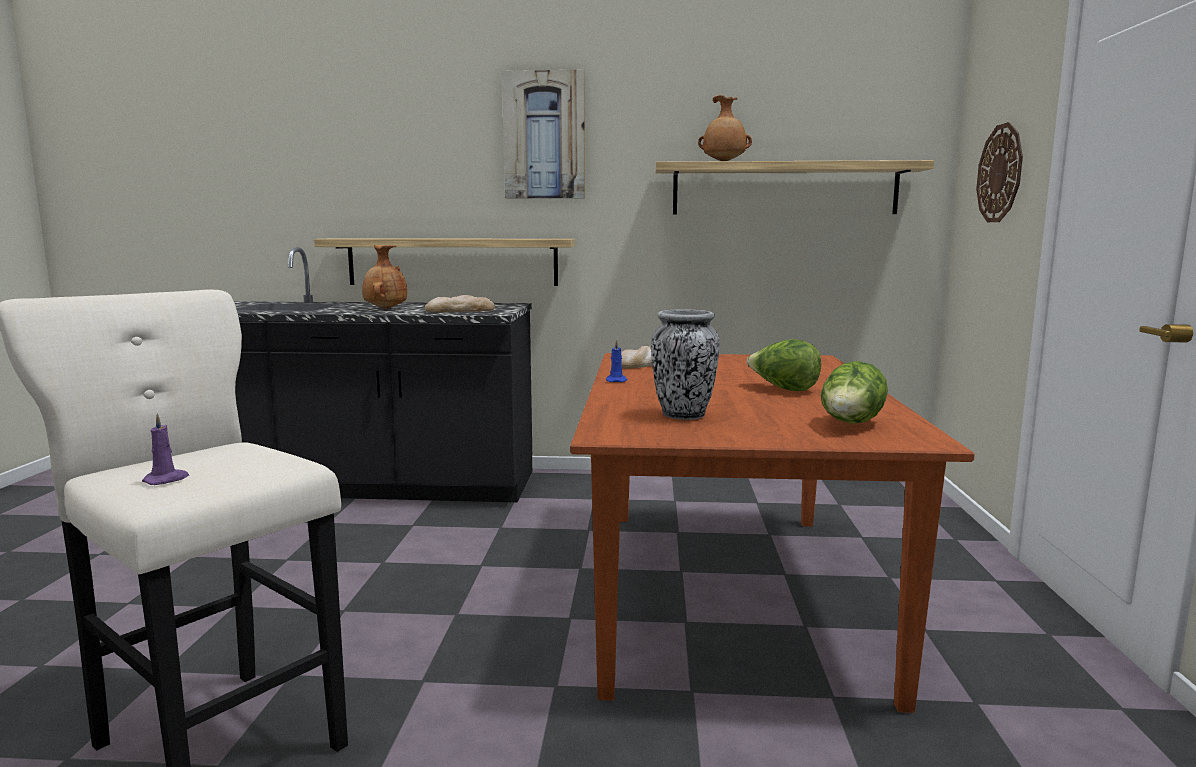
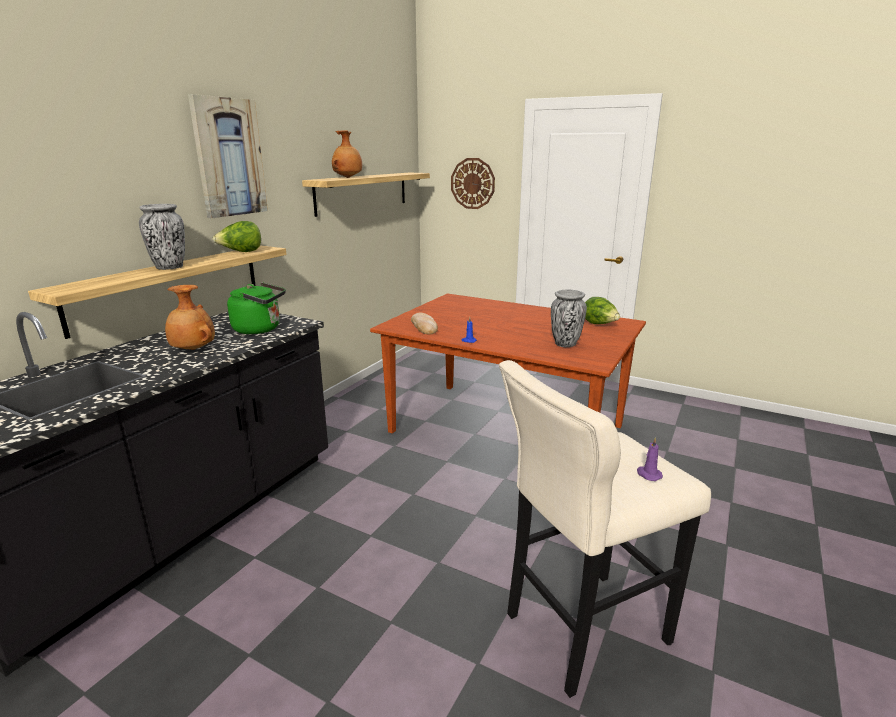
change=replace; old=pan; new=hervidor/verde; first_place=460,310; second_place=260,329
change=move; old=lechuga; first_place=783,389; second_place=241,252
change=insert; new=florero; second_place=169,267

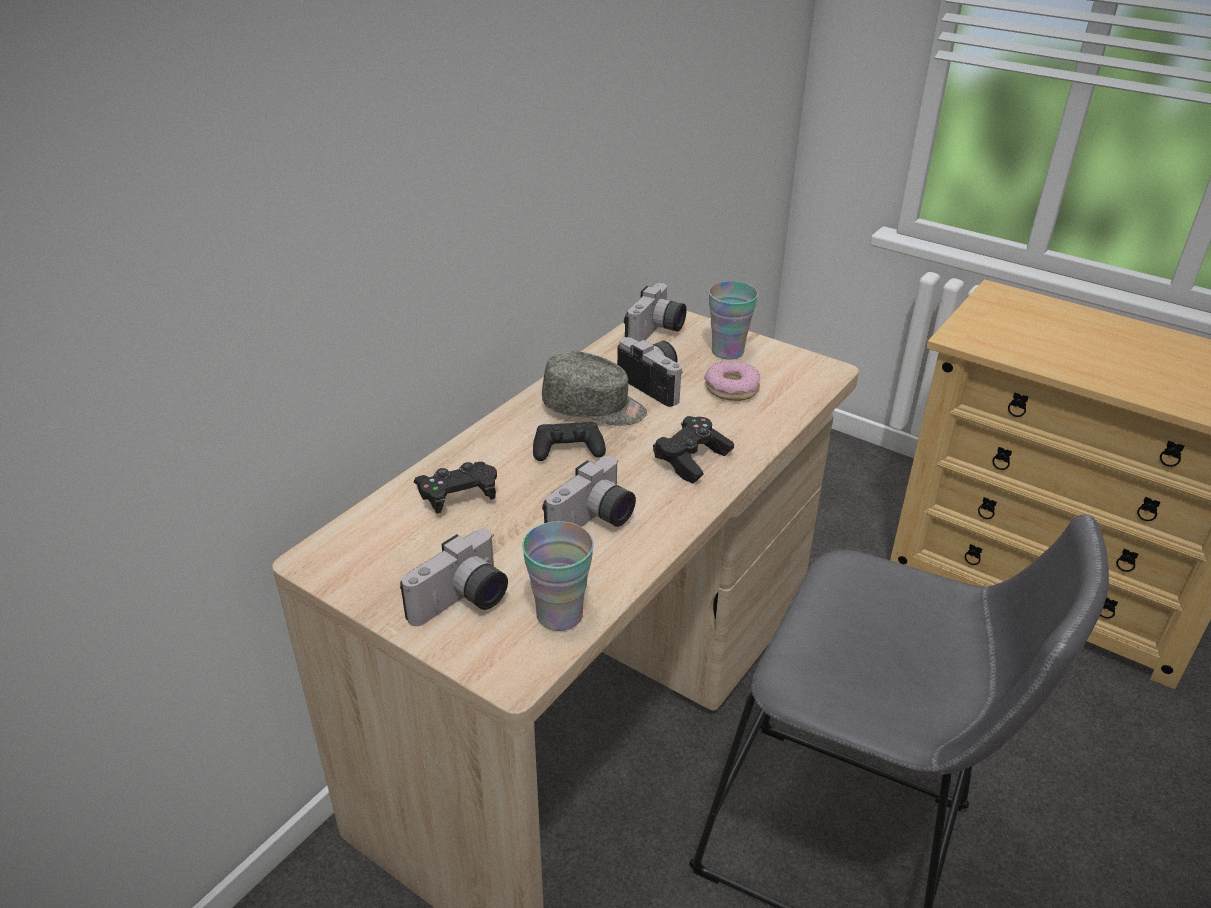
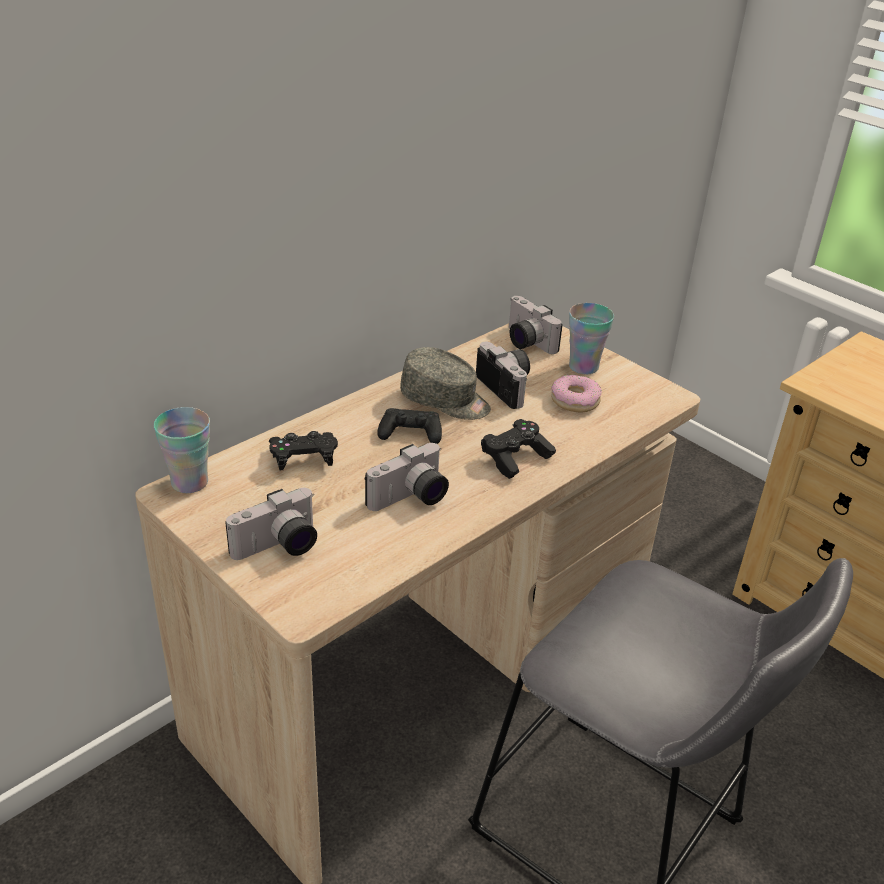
change=move; old=taza; first_place=559,615; second_place=189,482
change=rotate; old=cámara; first_place=657,333; second_place=525,341; degrees=105

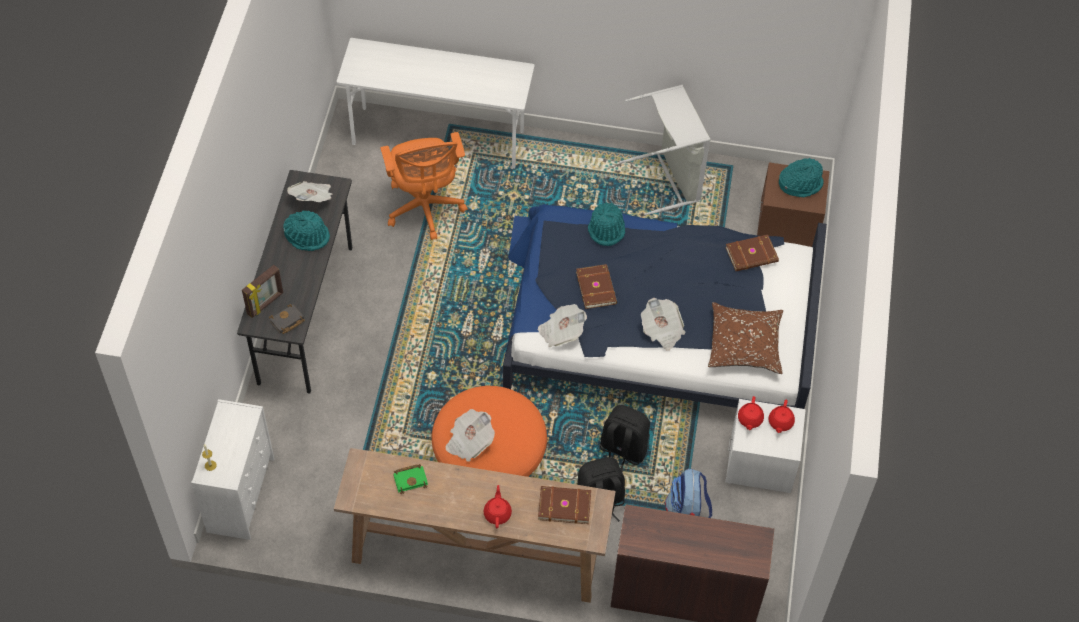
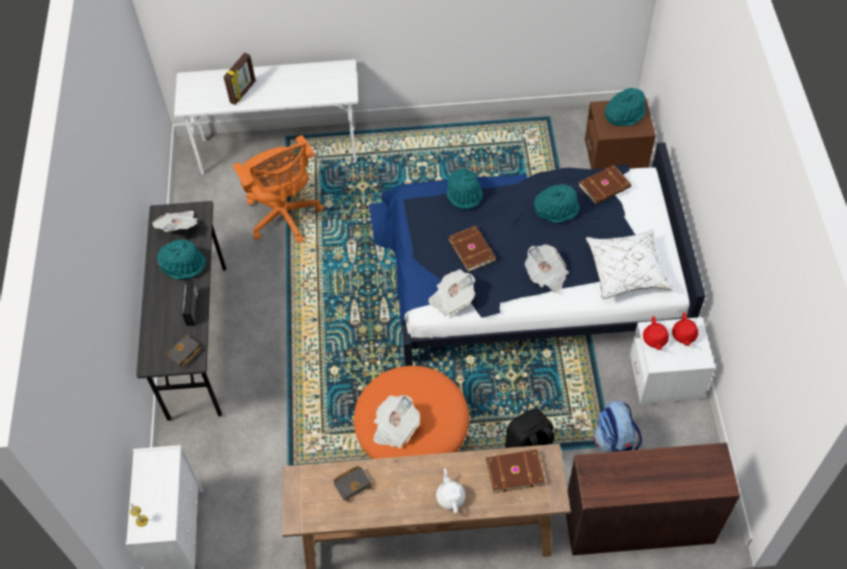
change=move; old=portarretratos; first_place=265,304; second_place=243,92
change=recolor; old=libro/verde; new=libro/negro; first_place=411,479; second_place=353,483
change=recolor; old=tetera/rojo; new=tetera/blanco; first_place=497,513; second_place=450,497
change=delete; old=mochila/negro; first_place=622,450
change=delete; old=cesto de la ropa/gris; first_place=668,179
change=recolor; old=cojín/marrón; new=cojín/blanco; first_place=744,345; second_place=626,270
change=insert; new=radio; second_place=193,308
change=insert; new=sombrero/turquesa; second_place=556,209

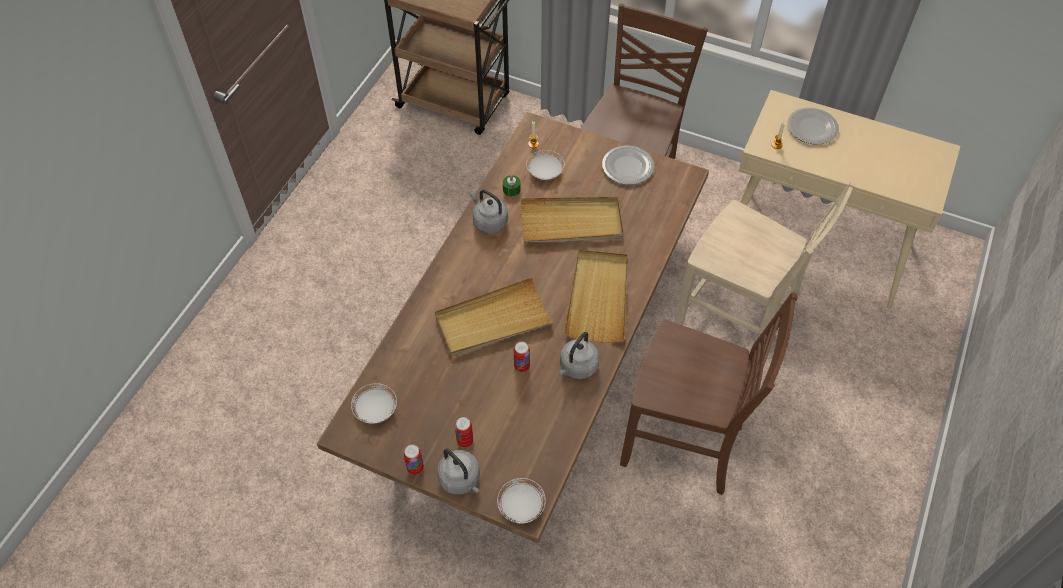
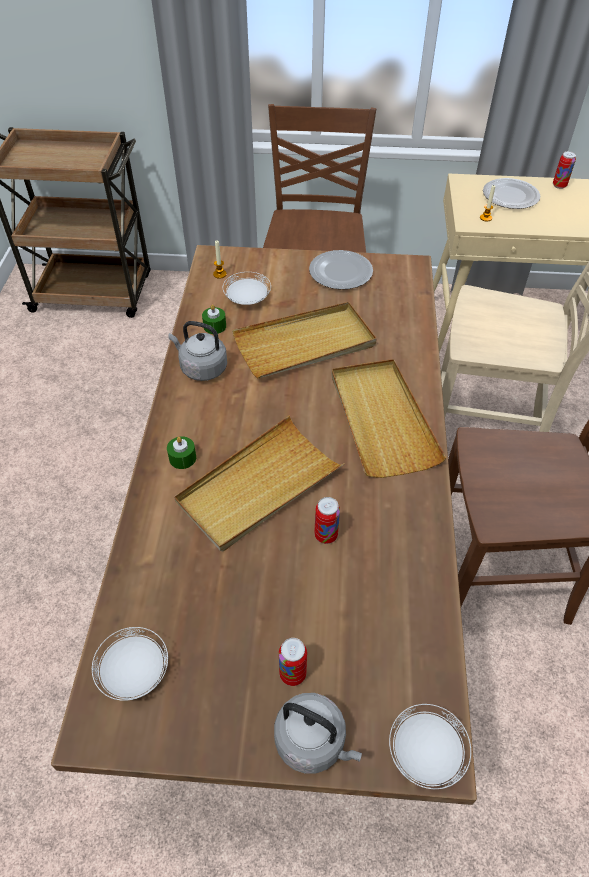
change=move; old=lata; first_place=415,468; second_place=559,185
change=delete; old=hervidor/gris; first_place=577,367
change=insert; new=vela/verde; second_place=182,458

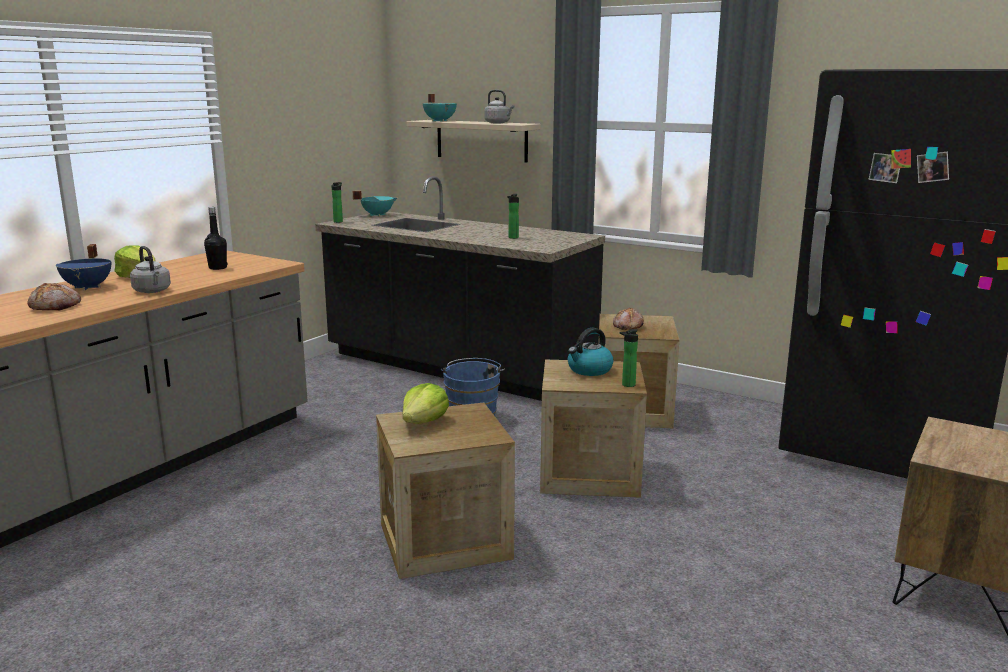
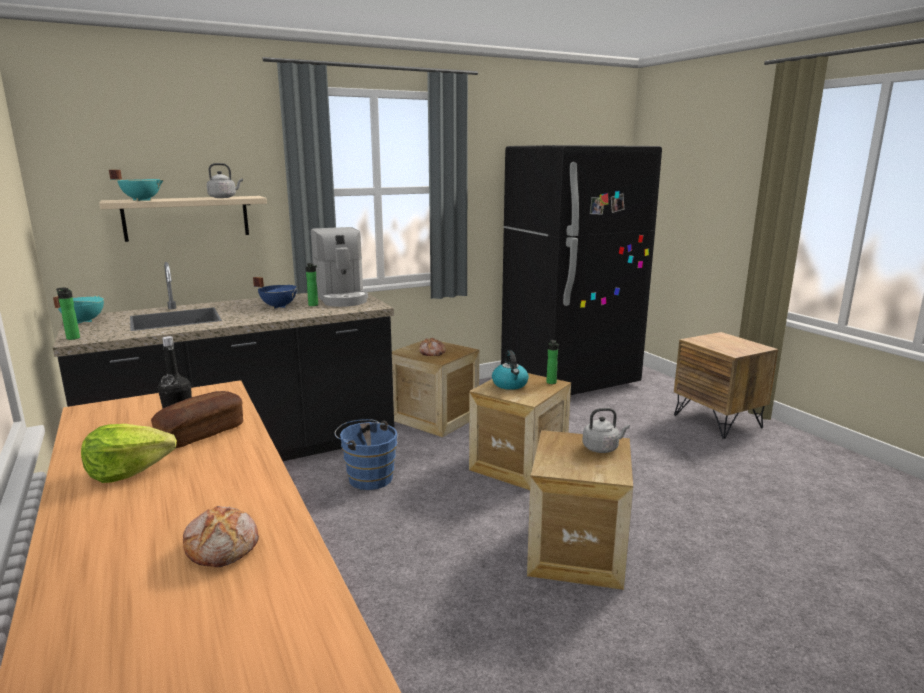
change=move; old=olla/azul; first_place=88,287; second_place=279,306
change=move; old=hervidor/gris; first_place=152,291; second_place=602,448
change=delete; old=lechuga; first_place=424,422
change=insert; new=pan; second_place=201,433
change=insert; new=cafetera; second_place=341,298

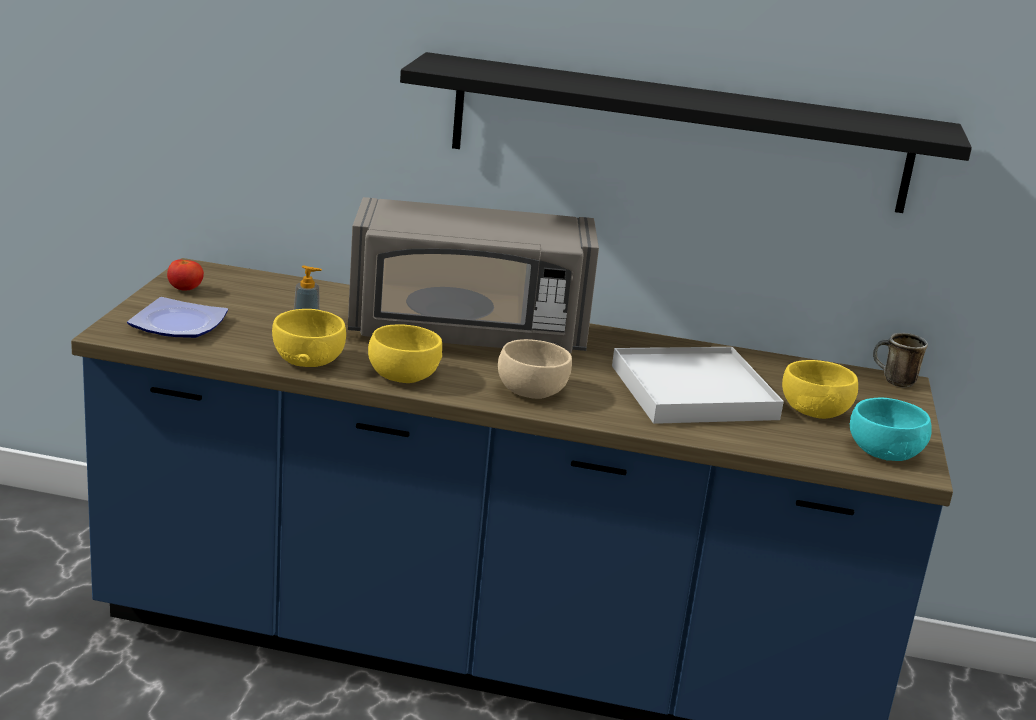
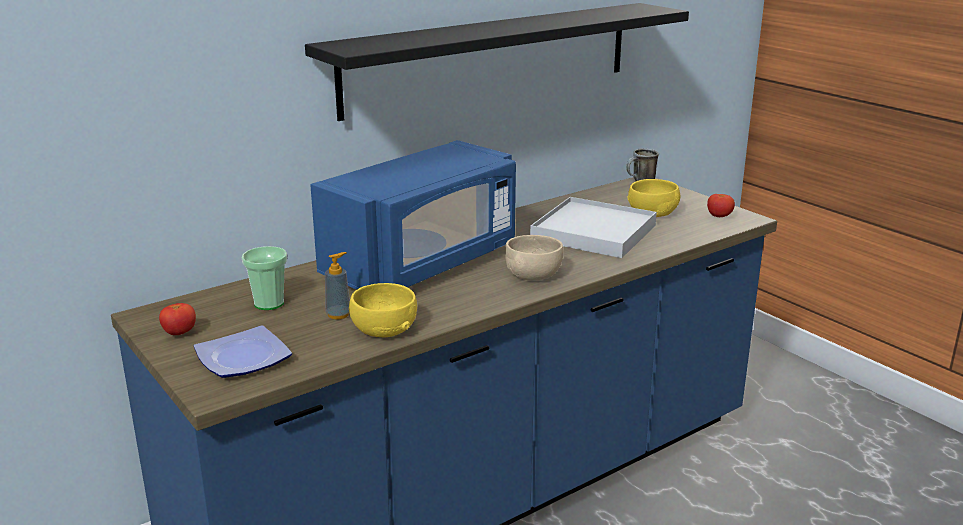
change=recolor; old=microondas/gris; new=microondas/azul; first_place=468,335; second_place=423,262
change=delete; old=cuenco/amarillo; first_place=403,375
change=replace; old=cuenco/turquesa; new=tomate; first_place=885,451; second_place=719,216
change=insert; new=taza; second_place=269,303

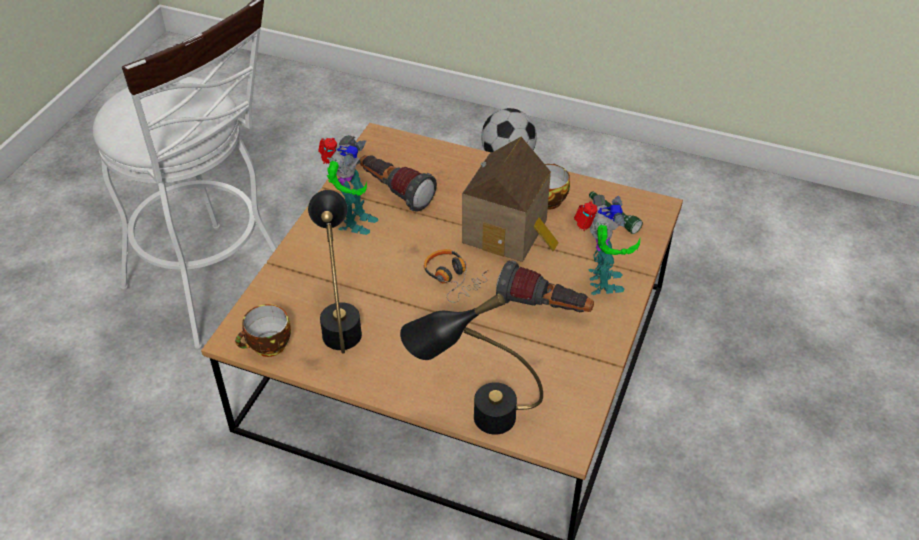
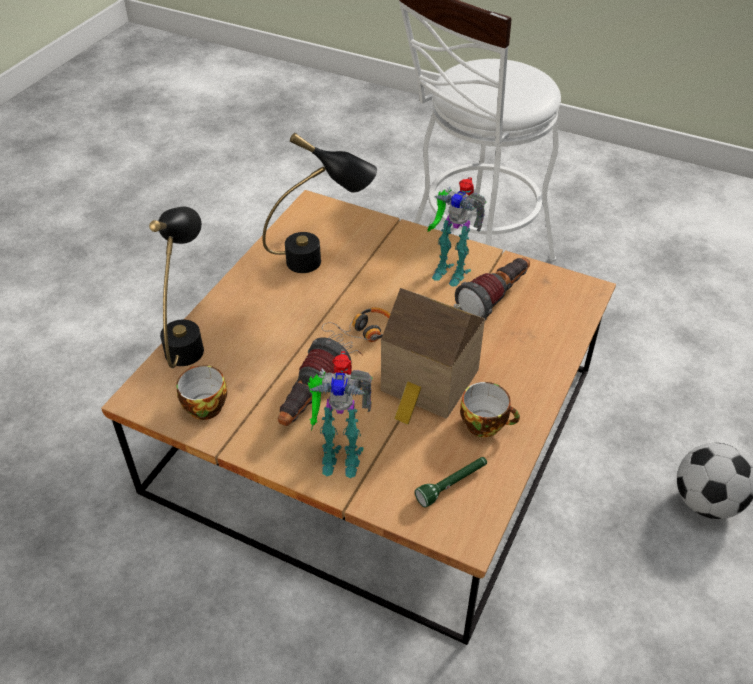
change=move; old=taza; first_place=268,346; second_place=203,406

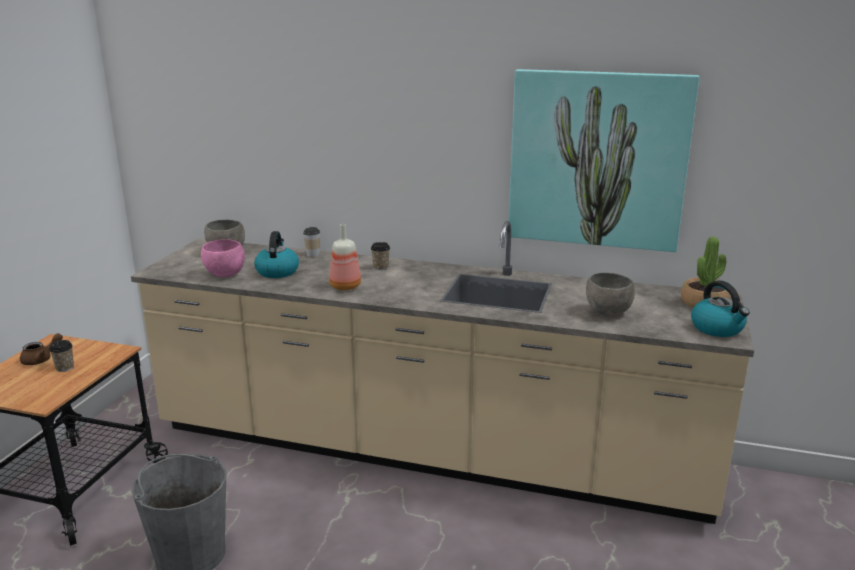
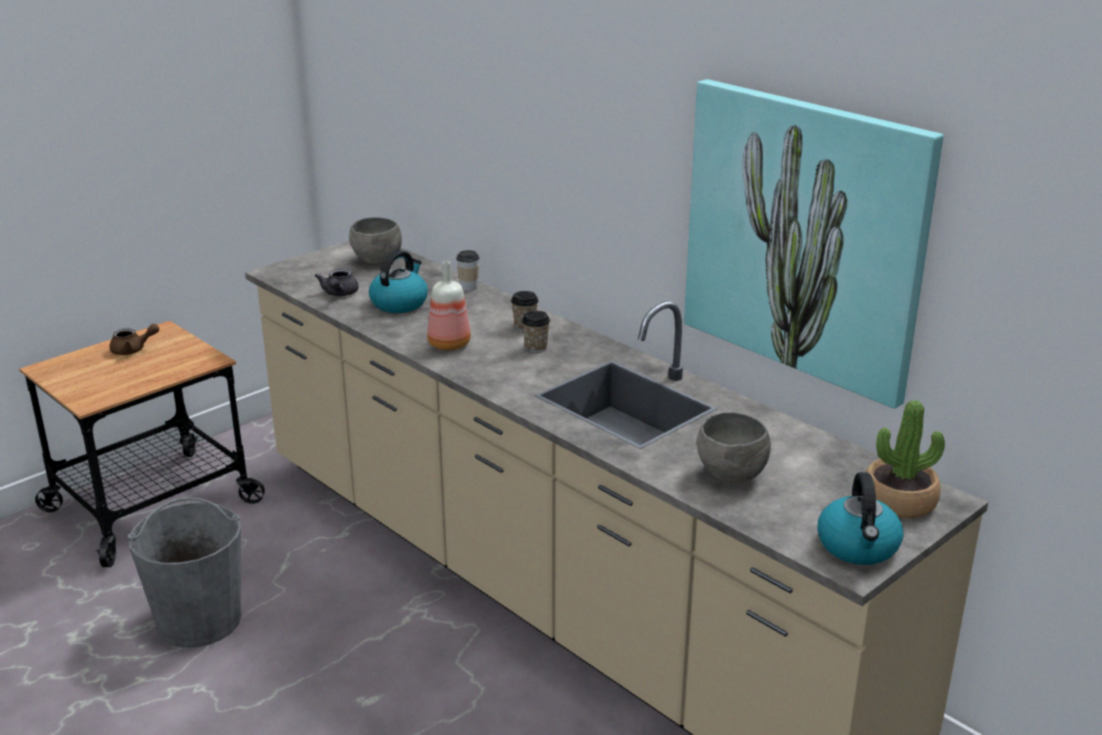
change=move; old=taza; first_place=65,368; second_place=536,348
change=replace; old=cuenco/rosa; new=tetera/gris; first_place=225,275; second_place=339,294

